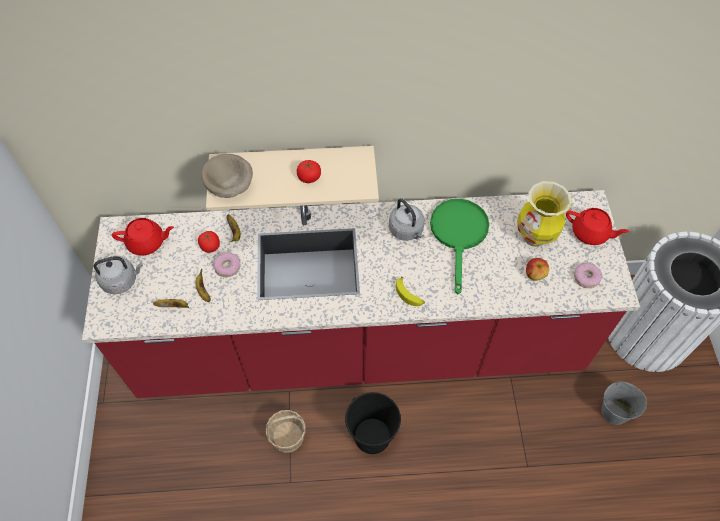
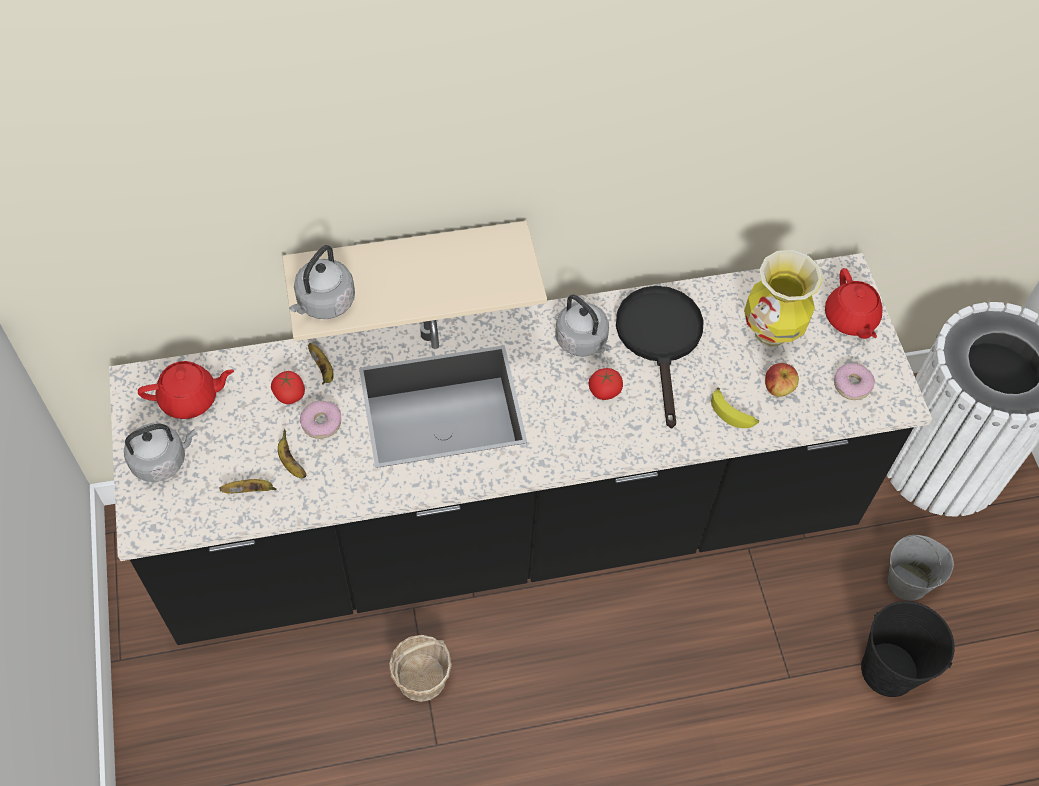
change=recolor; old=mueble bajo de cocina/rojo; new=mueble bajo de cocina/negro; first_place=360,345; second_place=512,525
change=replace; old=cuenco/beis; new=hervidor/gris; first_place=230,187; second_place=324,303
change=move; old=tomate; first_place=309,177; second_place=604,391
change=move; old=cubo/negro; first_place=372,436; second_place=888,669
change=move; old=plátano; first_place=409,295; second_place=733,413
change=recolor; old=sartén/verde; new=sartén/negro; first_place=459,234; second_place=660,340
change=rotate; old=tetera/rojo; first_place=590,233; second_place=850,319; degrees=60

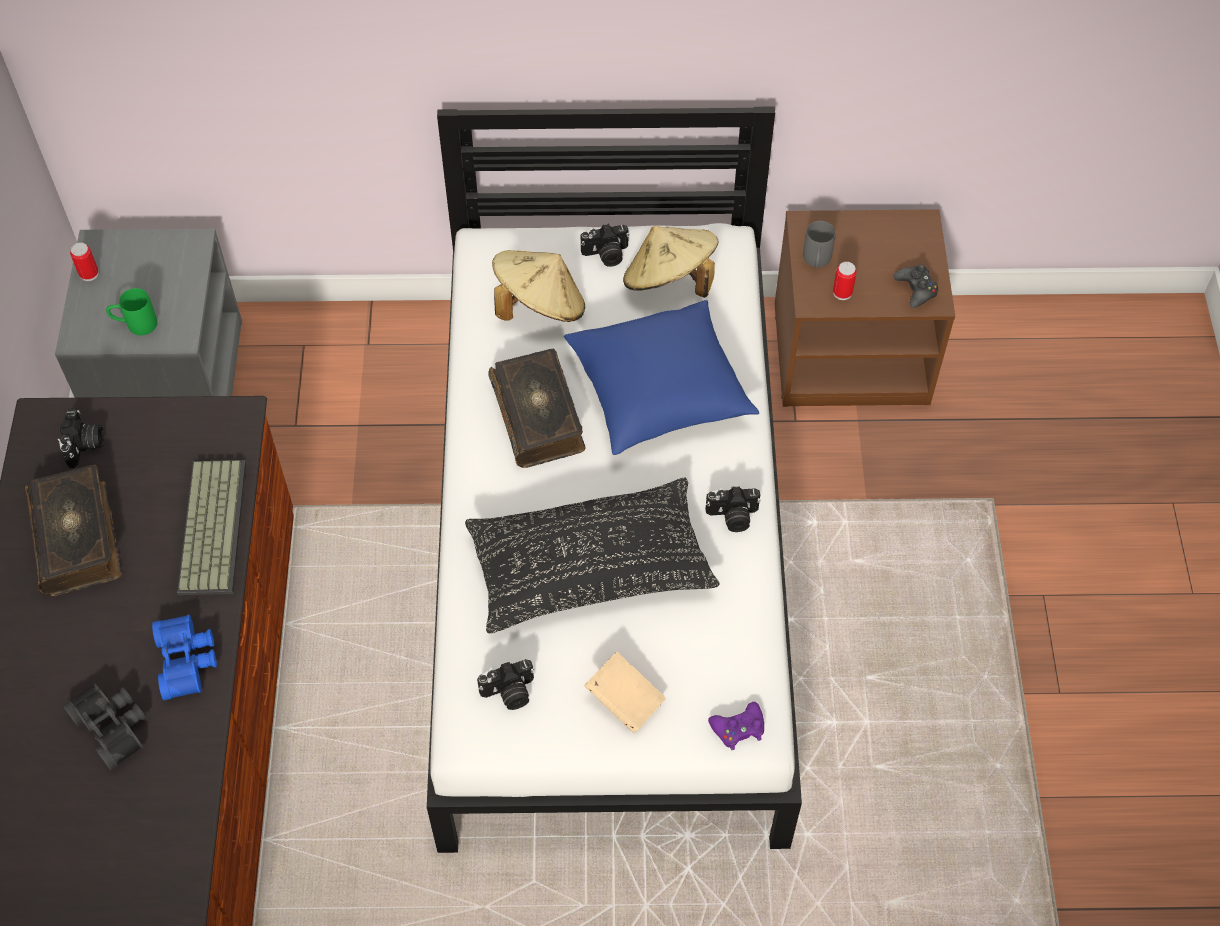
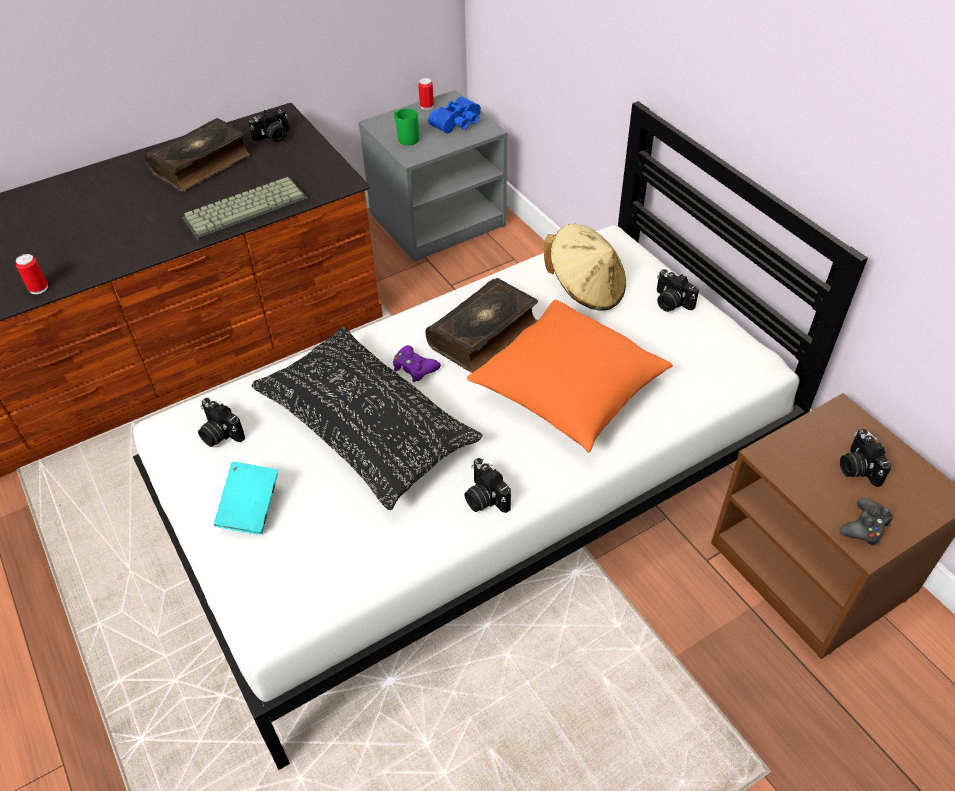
change=delete; old=prismáticos/negro; first_place=114,726
change=move; old=prismáticos/azul; first_place=188,660; second_place=458,123
change=recolor; old=cojín/azul; new=cojín/naranja; first_place=659,394; second_place=567,393
change=recolor; old=libro/beis; new=libro/turquesa; first_place=624,700; second_place=250,508
change=delete; old=sombrero/beis; first_place=669,281
change=move; old=mando de consola/morado; first_place=738,729; second_place=414,368
change=delete; old=taza grande/gris; first_place=816,262
change=move; old=lata; first_place=842,292; second_place=38,288
change=insert; new=cámara; second_place=857,468

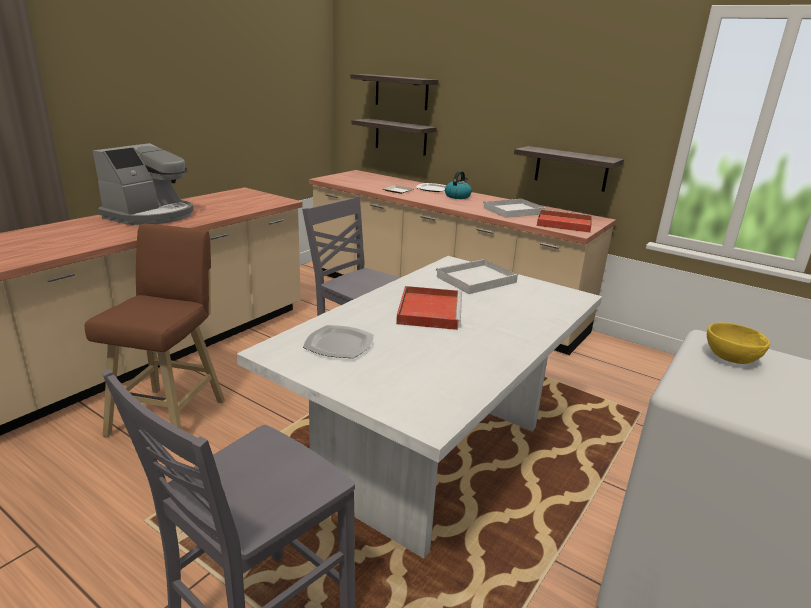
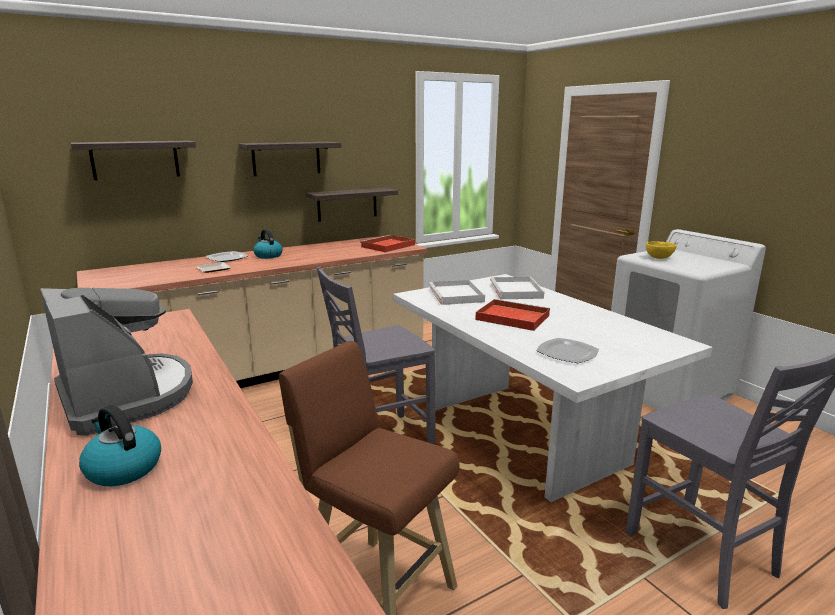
change=move; old=estante; first_place=400,137; second_place=286,158
change=move; old=bandeja/blanco; first_place=512,211; second_place=517,291
change=insert; new=hervidor; second_place=123,468

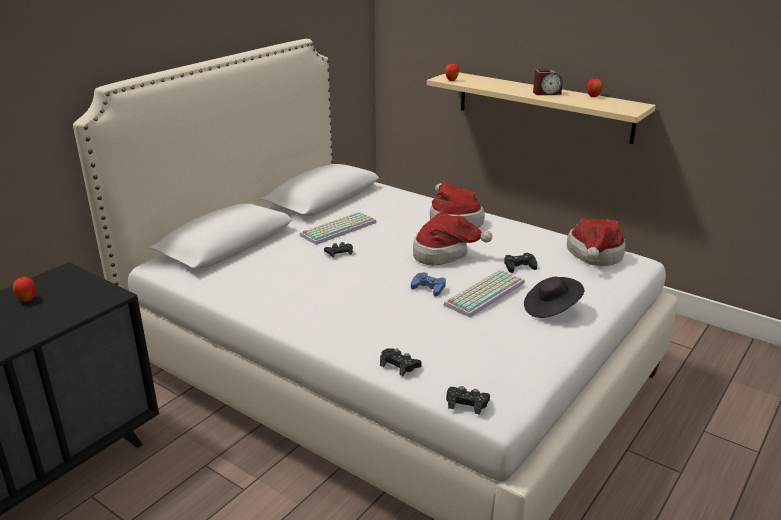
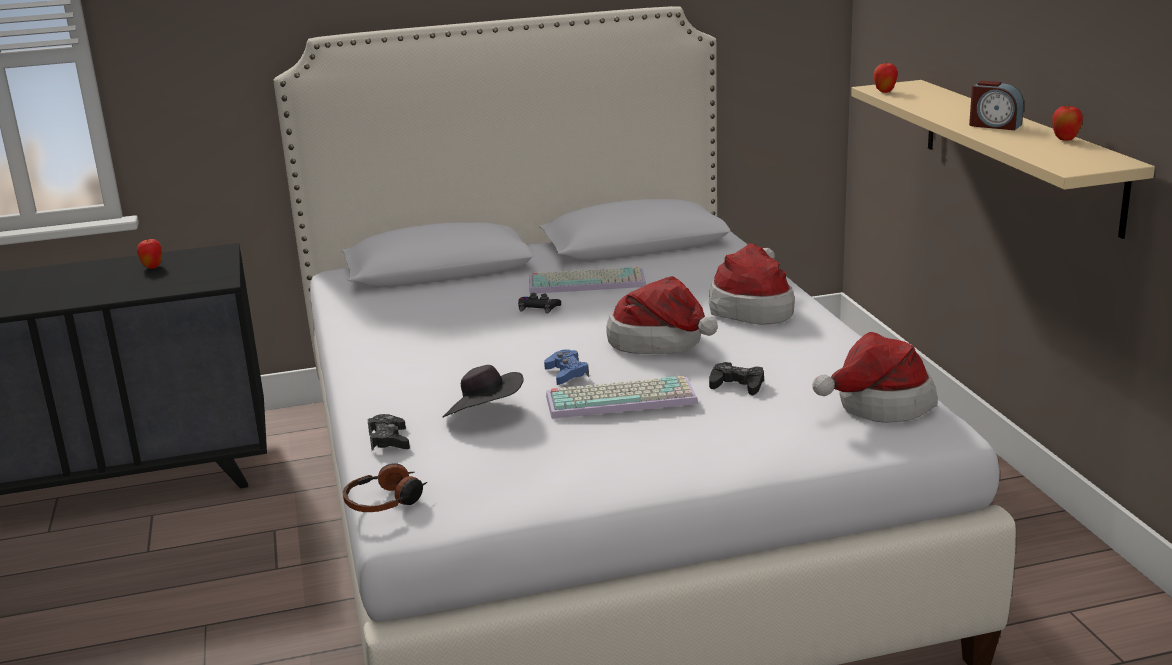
change=replace; old=mando de consola/negro; new=auriculares; first_place=467,403; second_place=385,501
change=move; old=sombrero/negro; first_place=551,309; second_place=485,416

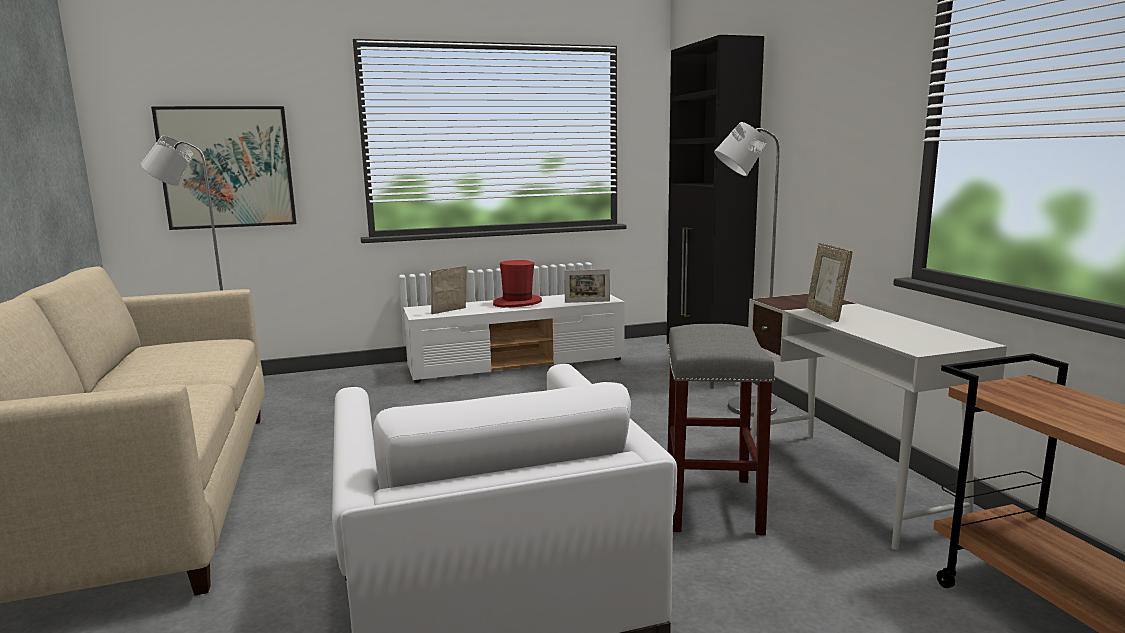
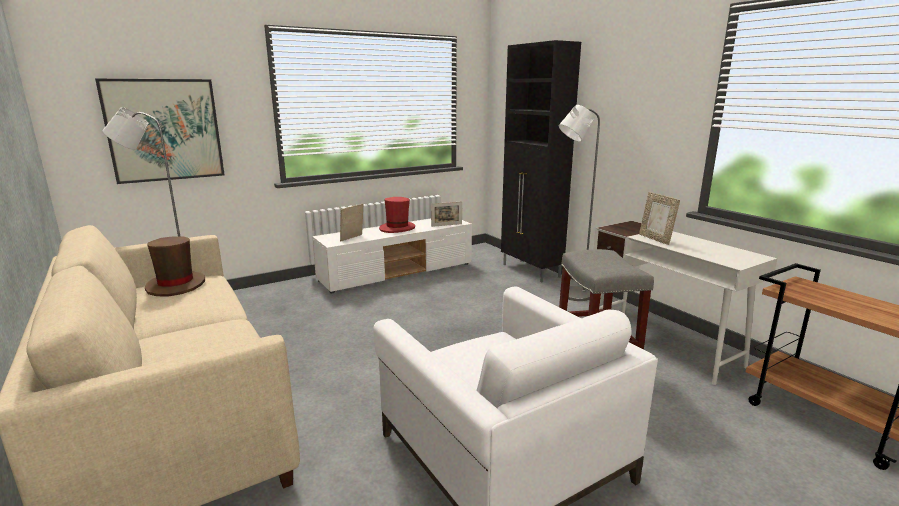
change=insert; new=sombrero/marrón; second_place=176,285

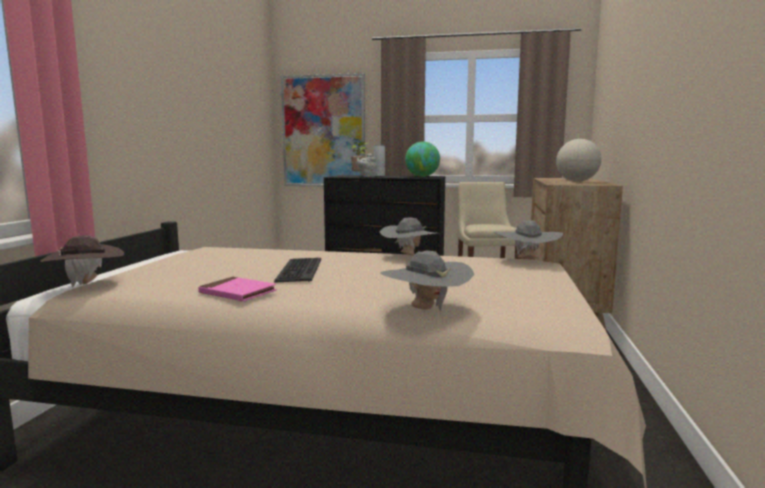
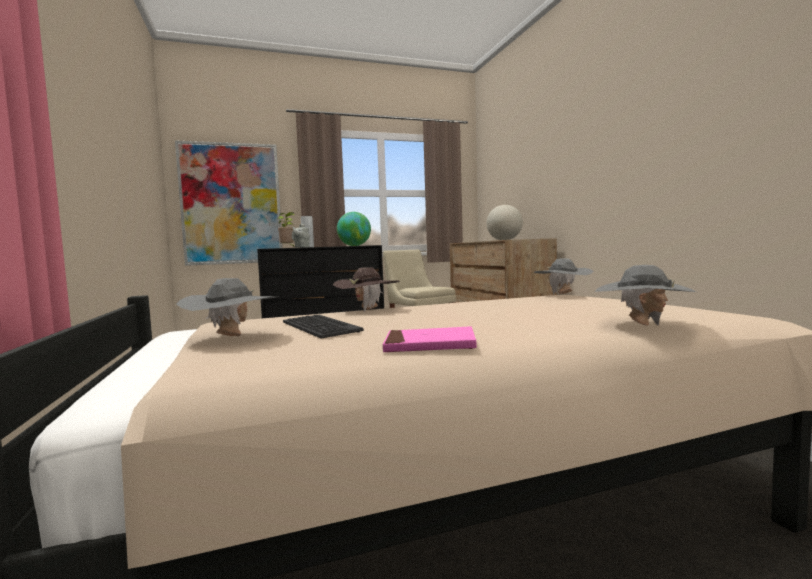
change=move; old=sombrero/marrón; first_place=87,284; second_place=367,310
change=move; old=teclado; first_place=299,270; second_place=318,327
change=move; old=sombrero/gris; first_place=409,256; second_place=232,338

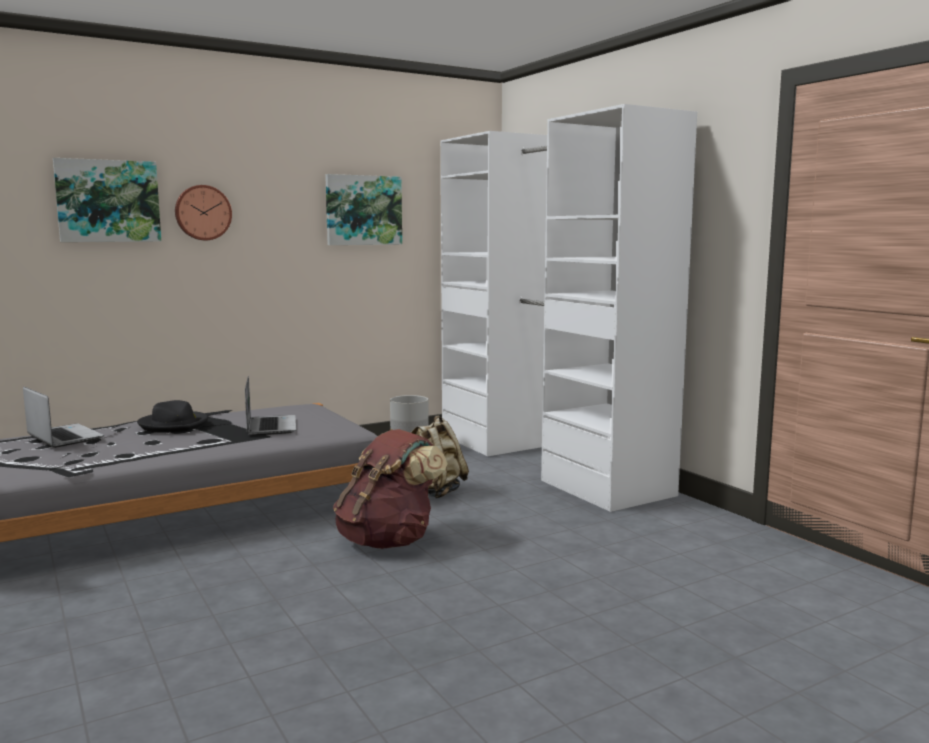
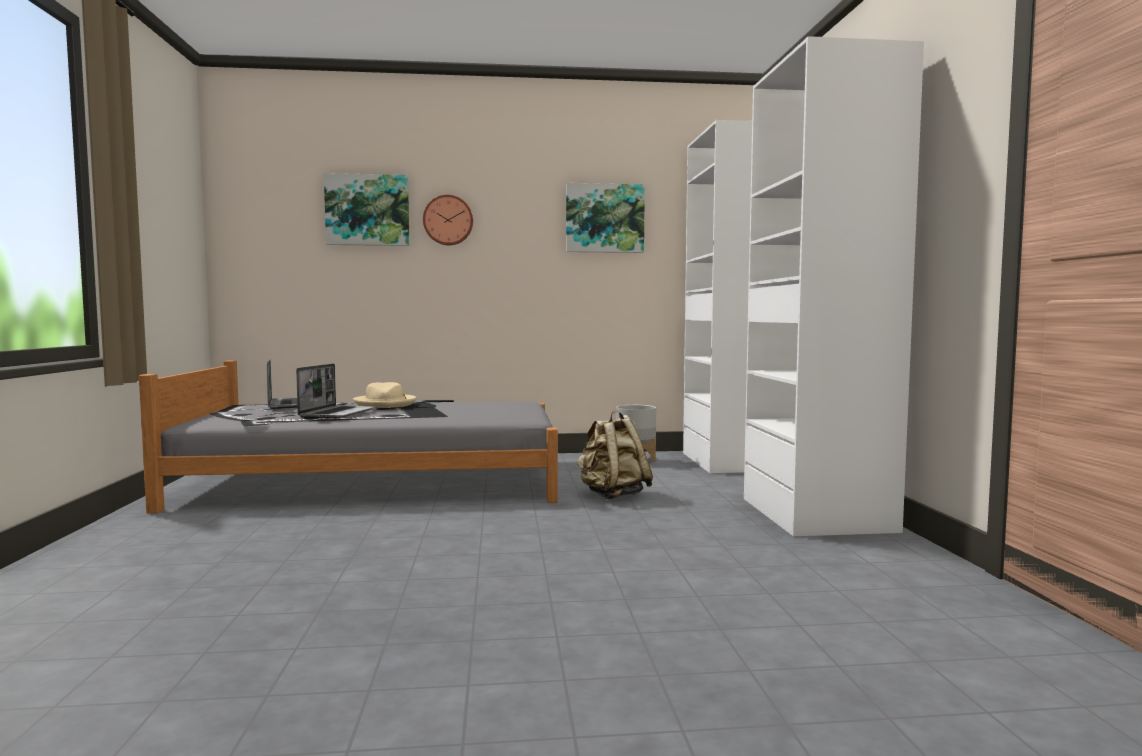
change=recolor; old=sombrero/negro; new=sombrero/beis; first_place=174,425; second_place=385,404
change=move; old=portátil; first_place=270,426; second_place=337,413
change=delete; old=mochila/marrón; first_place=389,541

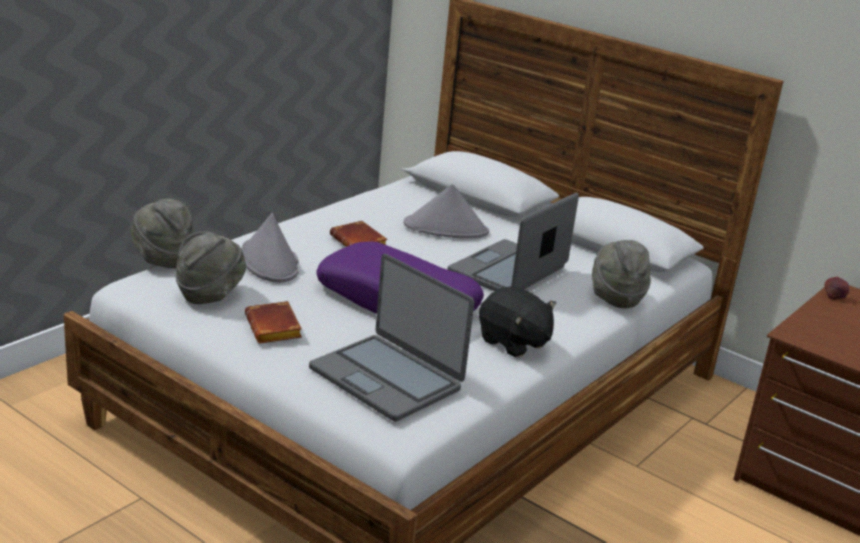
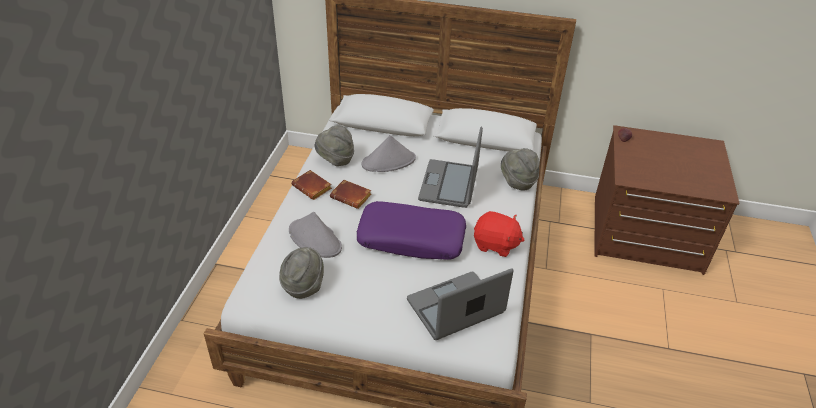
change=move; old=sombrero/gris; first_place=163,259; second_place=335,160
change=move; old=libro/marrón; first_place=275,329; second_place=313,188
change=rotate; old=portátil; first_place=387,378; second_place=456,308; degrees=135
change=recolor; old=peluche/negro; new=peluche/rojo; first_place=513,343; second_place=495,244

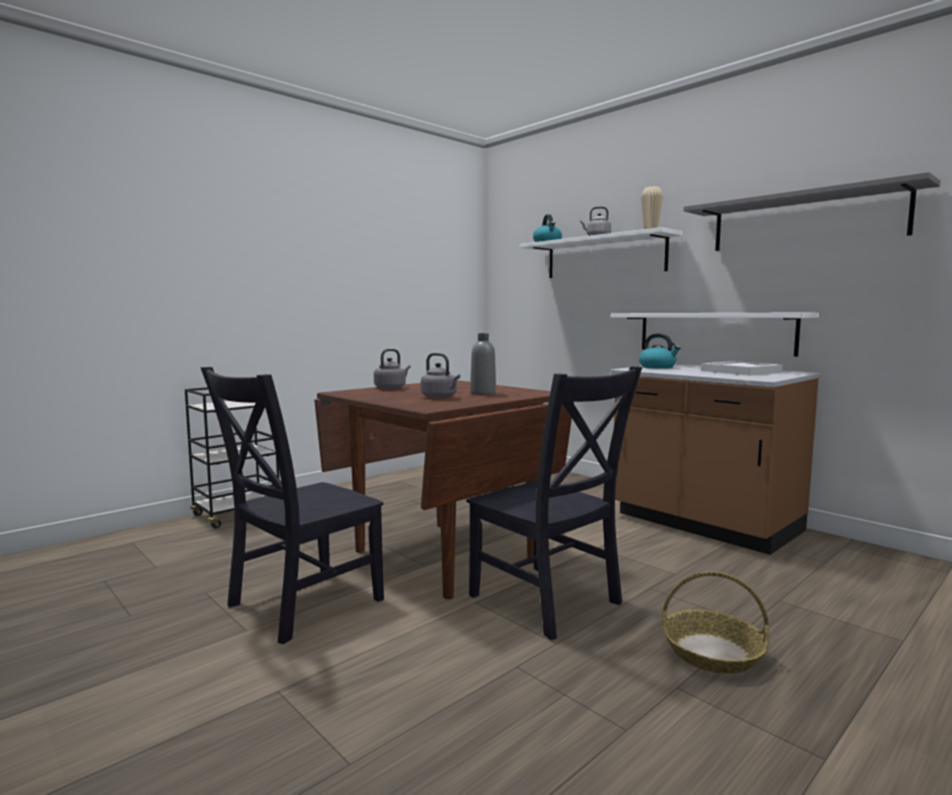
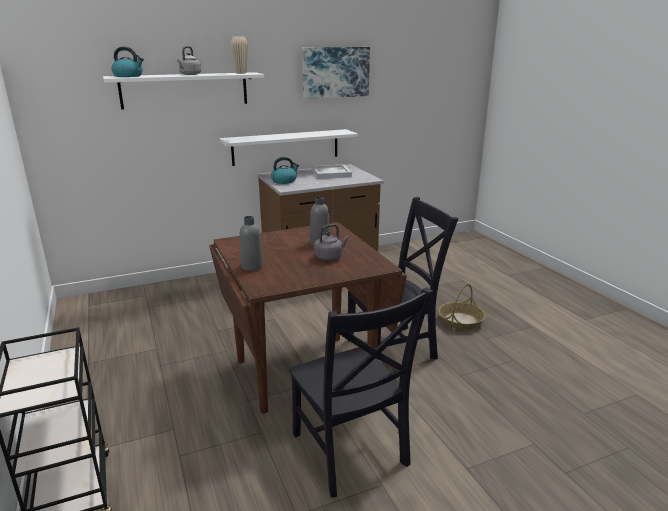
change=replace; old=hervidor/gris; new=botella/gris; first_place=391,388; second_place=252,266
change=replace; old=estante/gris; new=cuadro; first_place=805,221; second_place=335,72

